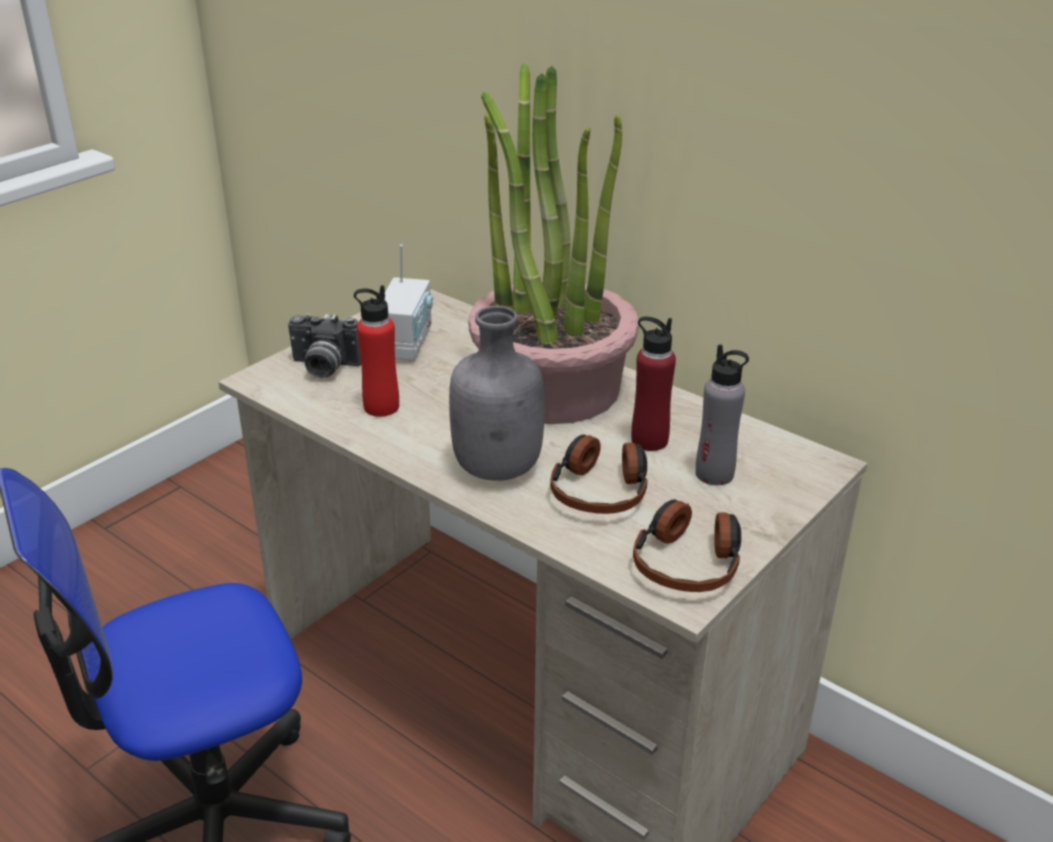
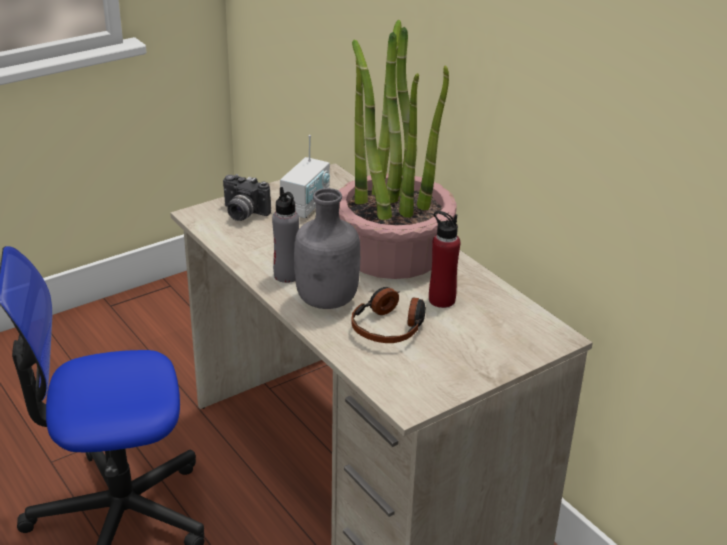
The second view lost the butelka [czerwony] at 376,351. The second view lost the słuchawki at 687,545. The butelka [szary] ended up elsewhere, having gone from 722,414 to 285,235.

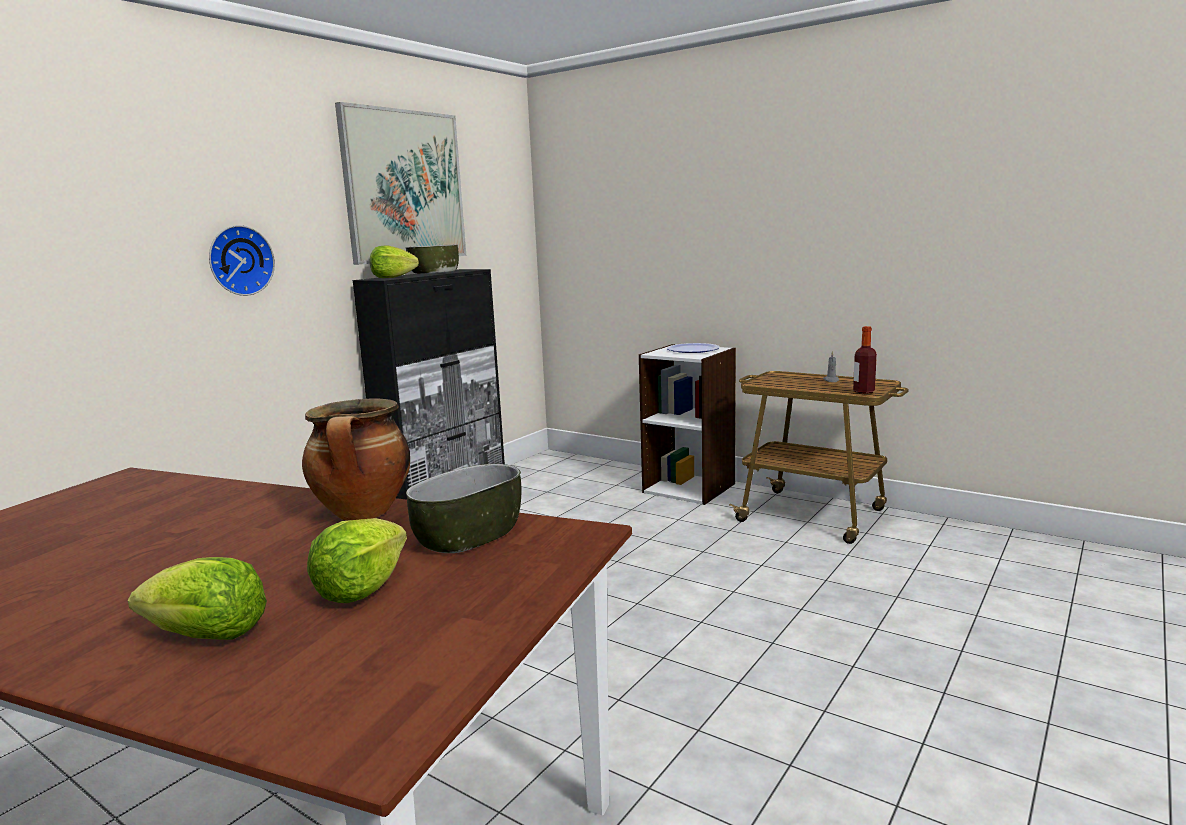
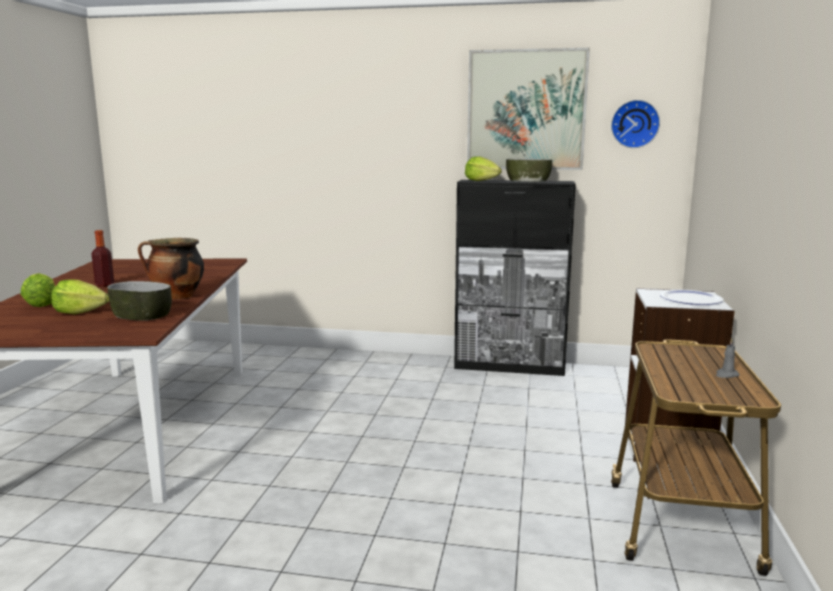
The zegar ścienny ended up elsewhere, having gone from 242,260 to 635,124. The butelka ended up elsewhere, having gone from 865,360 to 103,258.

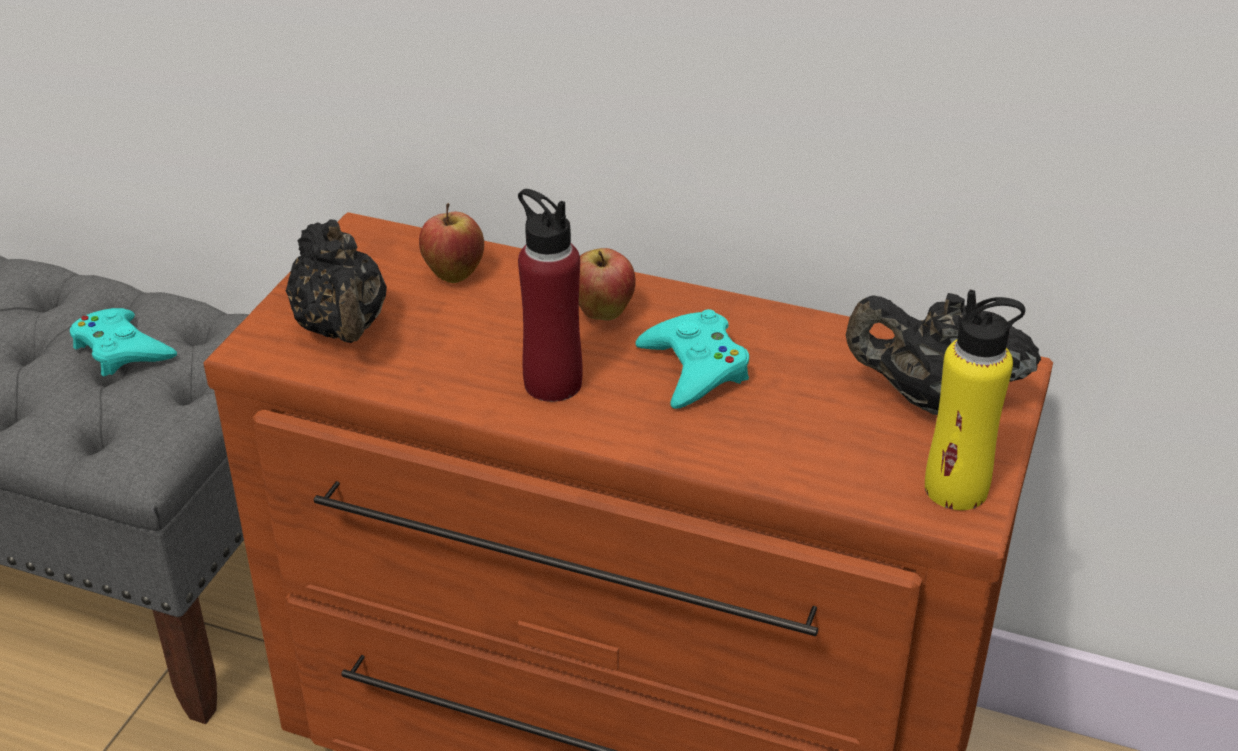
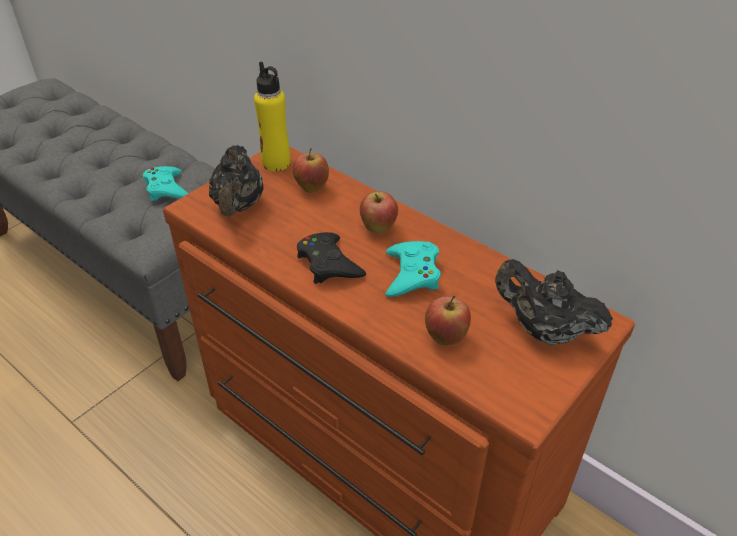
The second view gained the jabłko at 448,320. The butelka [żółty] ended up elsewhere, having gone from 975,400 to 272,116. Where the butelka [czerwony] stood at 550,295, the pad do gier [czarny] came to stand at 331,258.

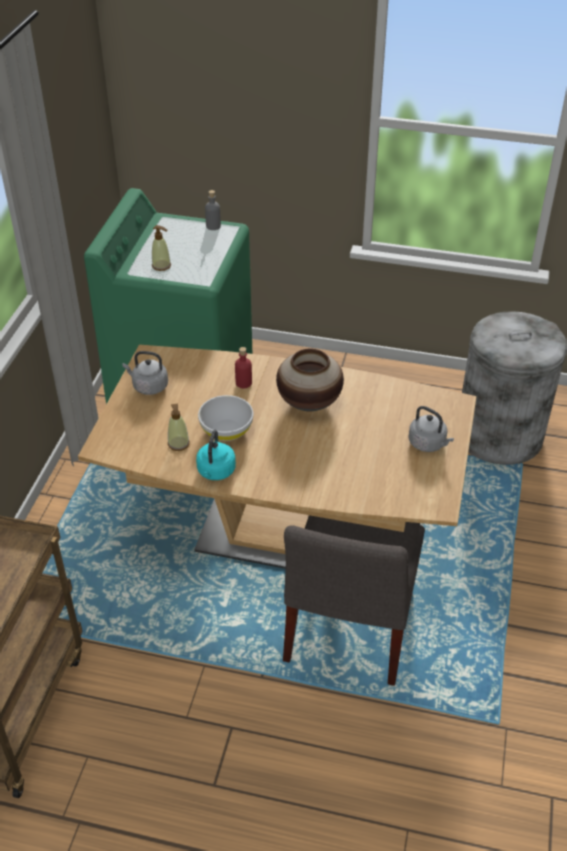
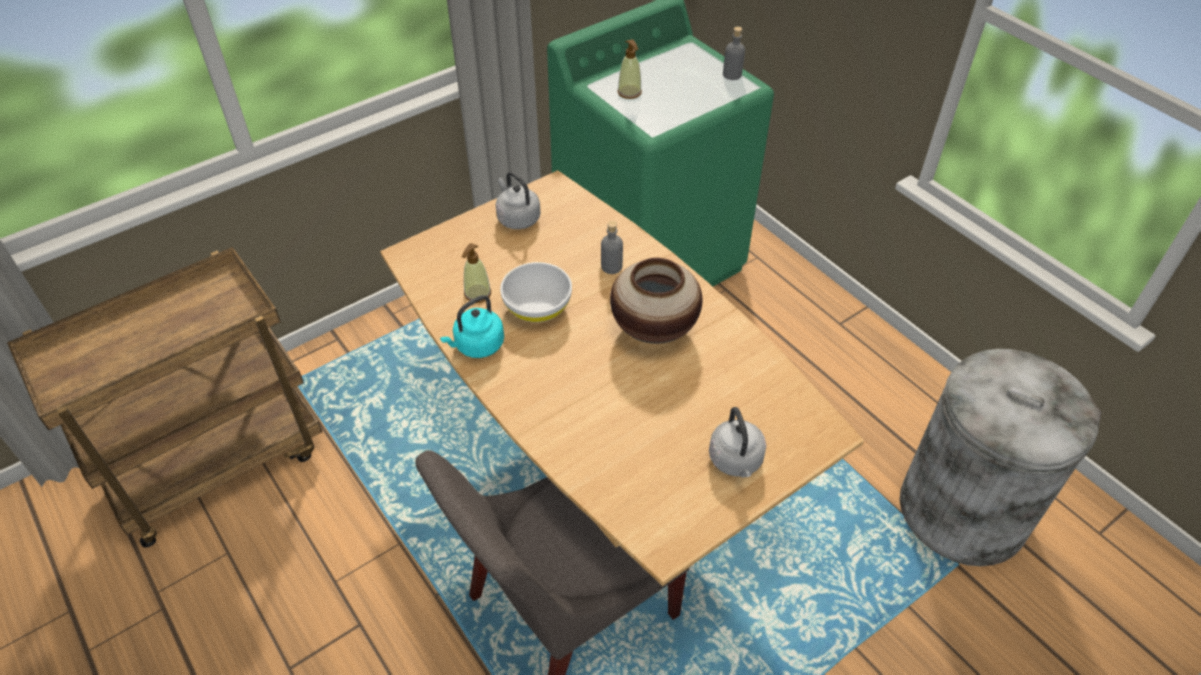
What was the butelka [czerwony] at 243,367 turned into the butelka [szary] at 612,247.

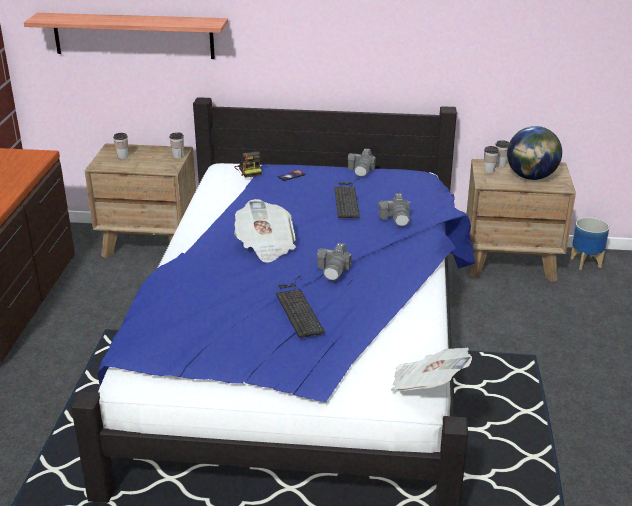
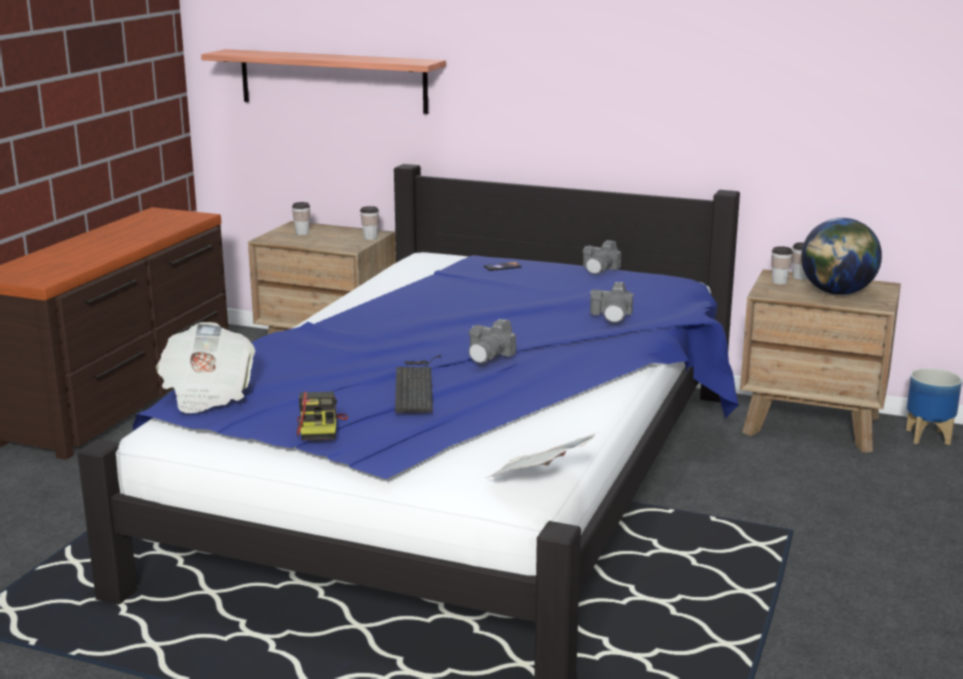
The second view lost the klawiatura at 347,198. The gazeta ended up elsewhere, having gone from 265,231 to 205,367. The aparat fotograficzny ended up elsewhere, having gone from 248,164 to 322,416.

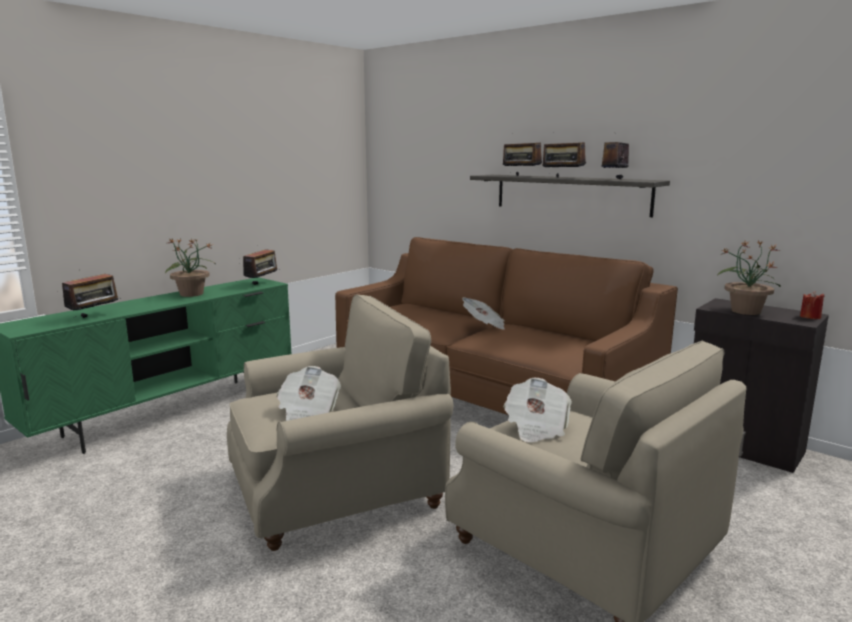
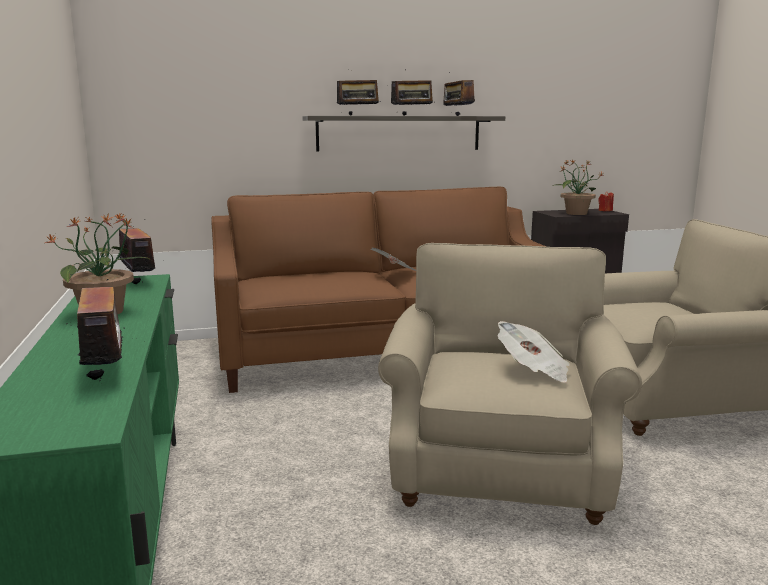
The second view lost the gazeta at 538,410.

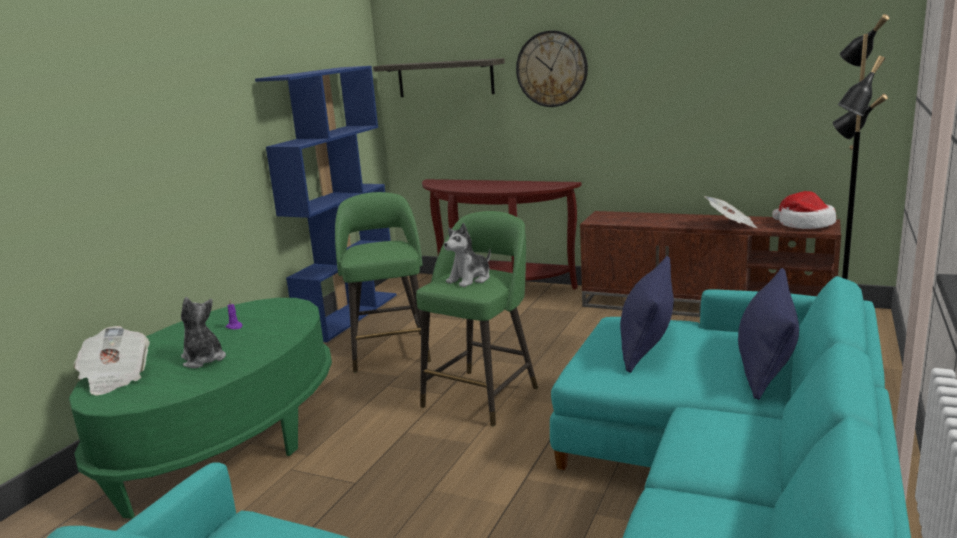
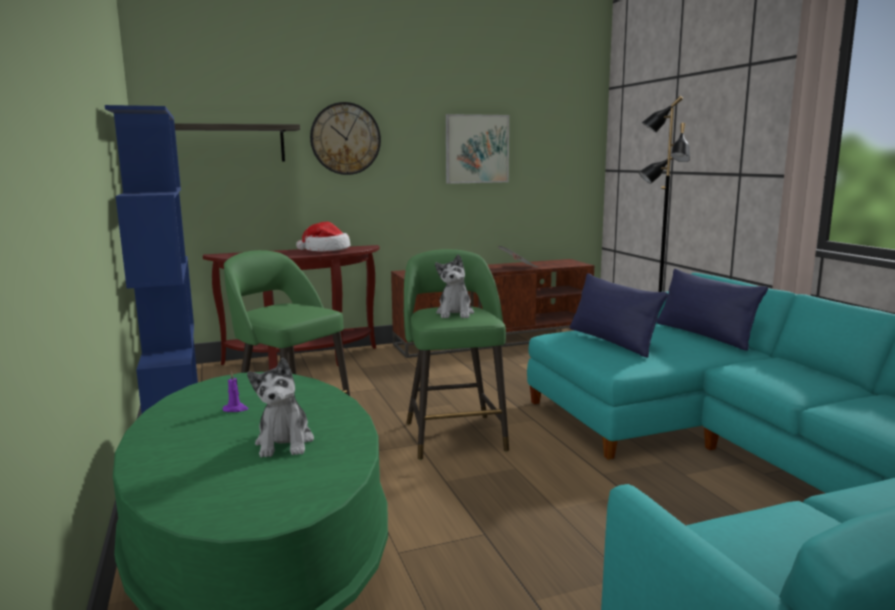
The second view lost the gazeta at 111,361. The second view gained the obraz at 477,149. The kapelusz ended up elsewhere, having gone from 804,210 to 323,236. The pluszak at 203,332 ended up facing another way, 105 degrees counterclockwise from before.

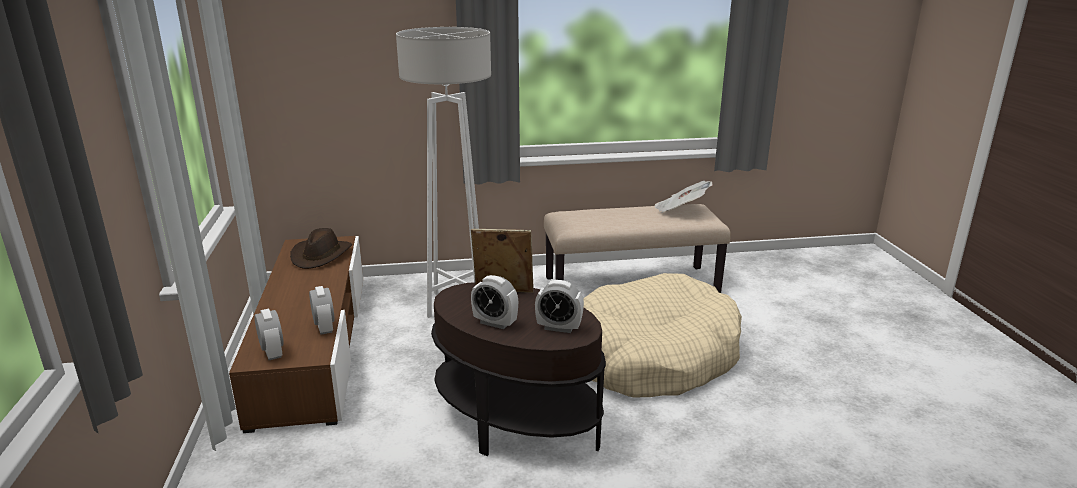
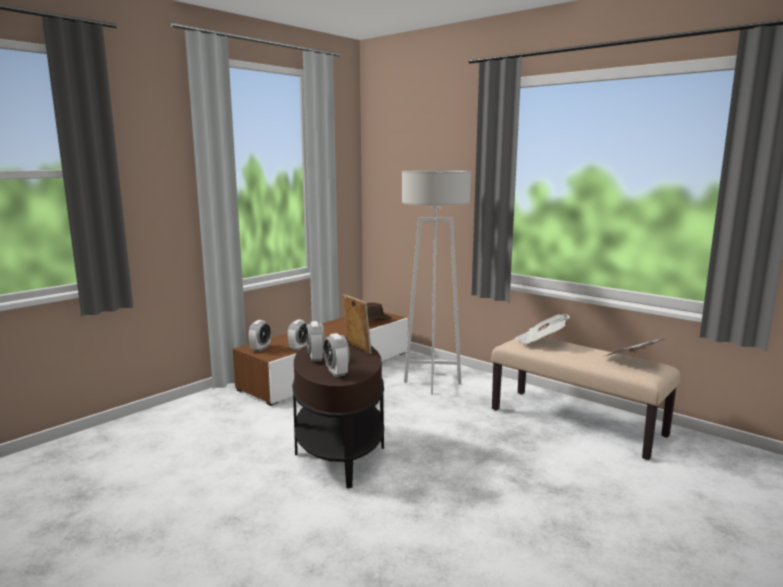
The second view lost the legowisko [beżowy] at 662,335. The second view gained the gazeta at 542,329.

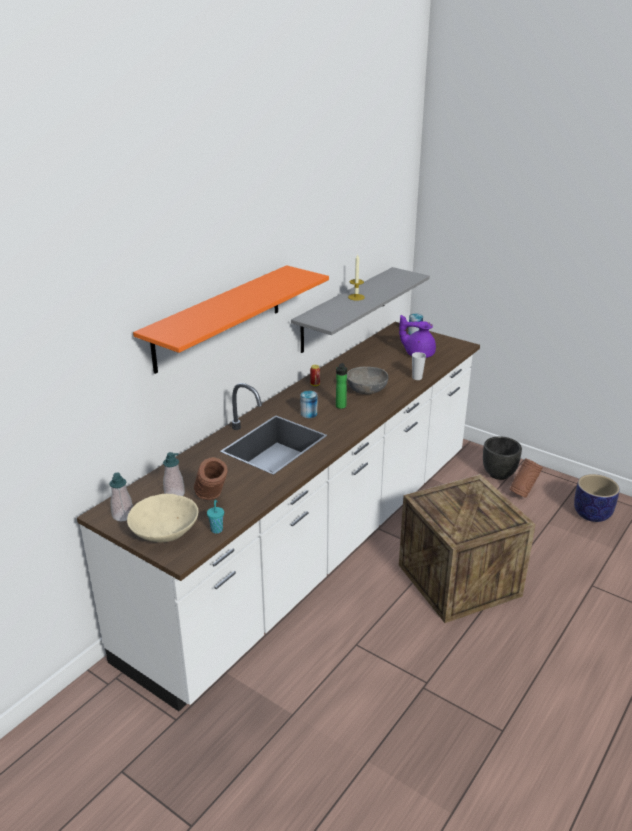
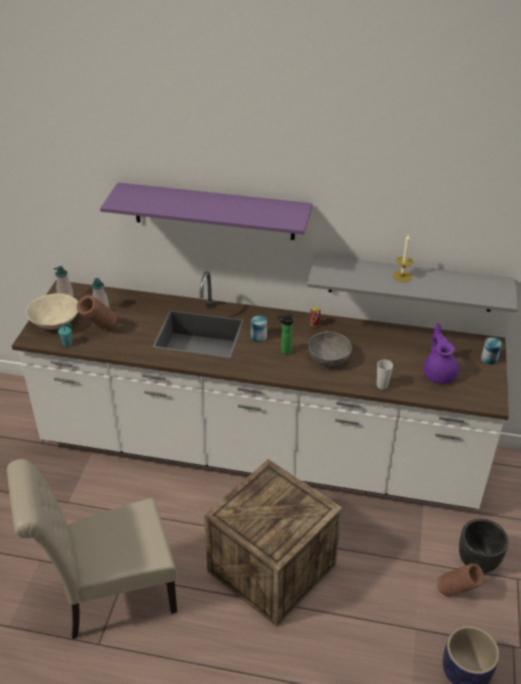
The second view gained the krzesło [beżowy] at 92,549. What was the półka [pomarańczowy] at 231,319 turned into the półka [fioletowy] at 206,211.

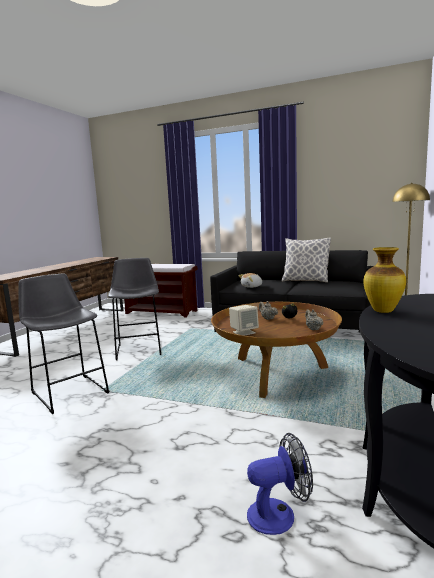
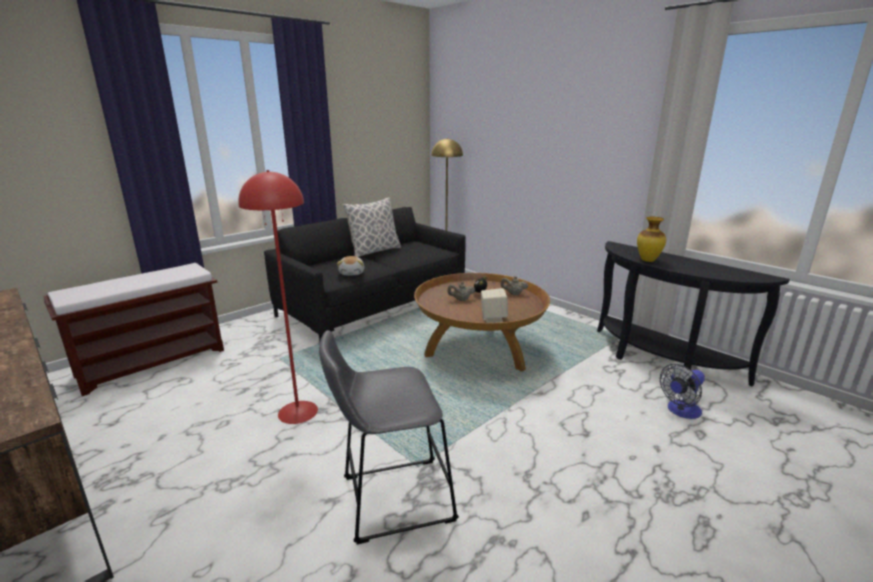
Where the stołek [szary] stood at 134,309, the lampa stojąca [czerwony] came to stand at 278,297. The wentylator at 280,484 ended up facing another way, 135 degrees counterclockwise from before.

